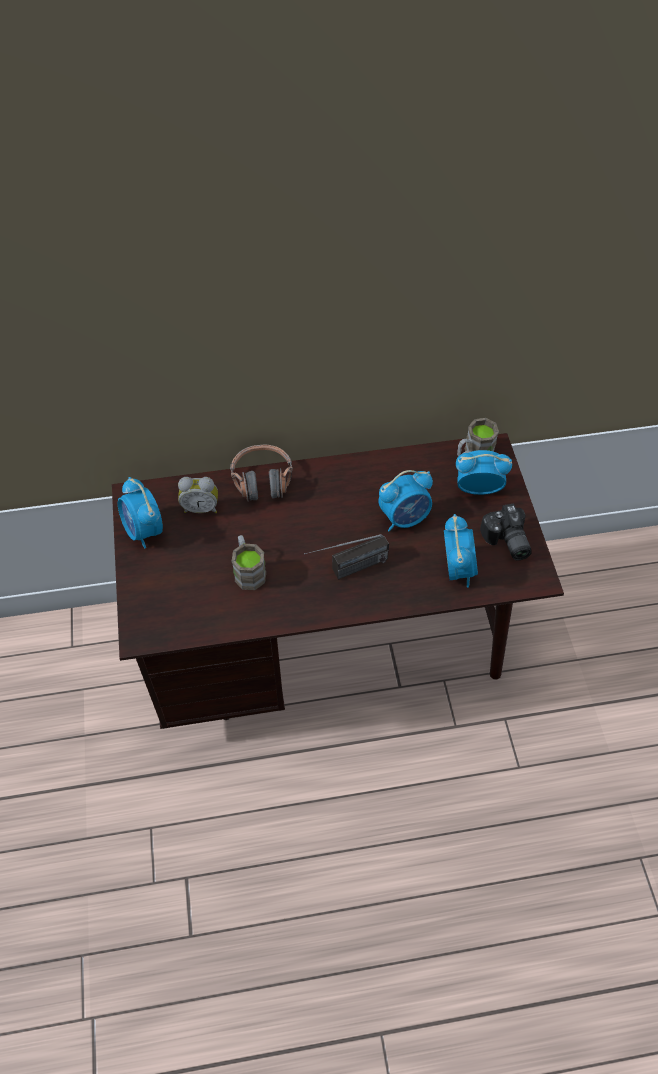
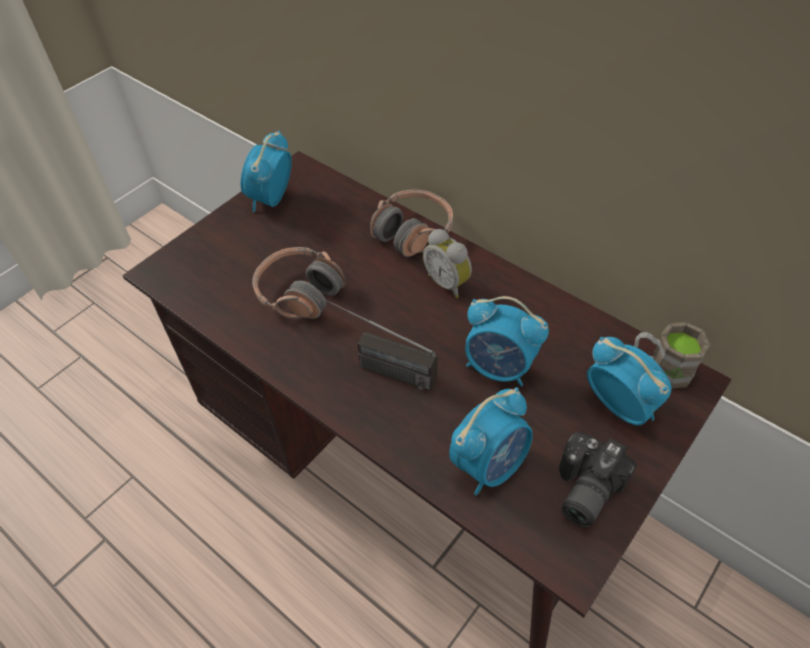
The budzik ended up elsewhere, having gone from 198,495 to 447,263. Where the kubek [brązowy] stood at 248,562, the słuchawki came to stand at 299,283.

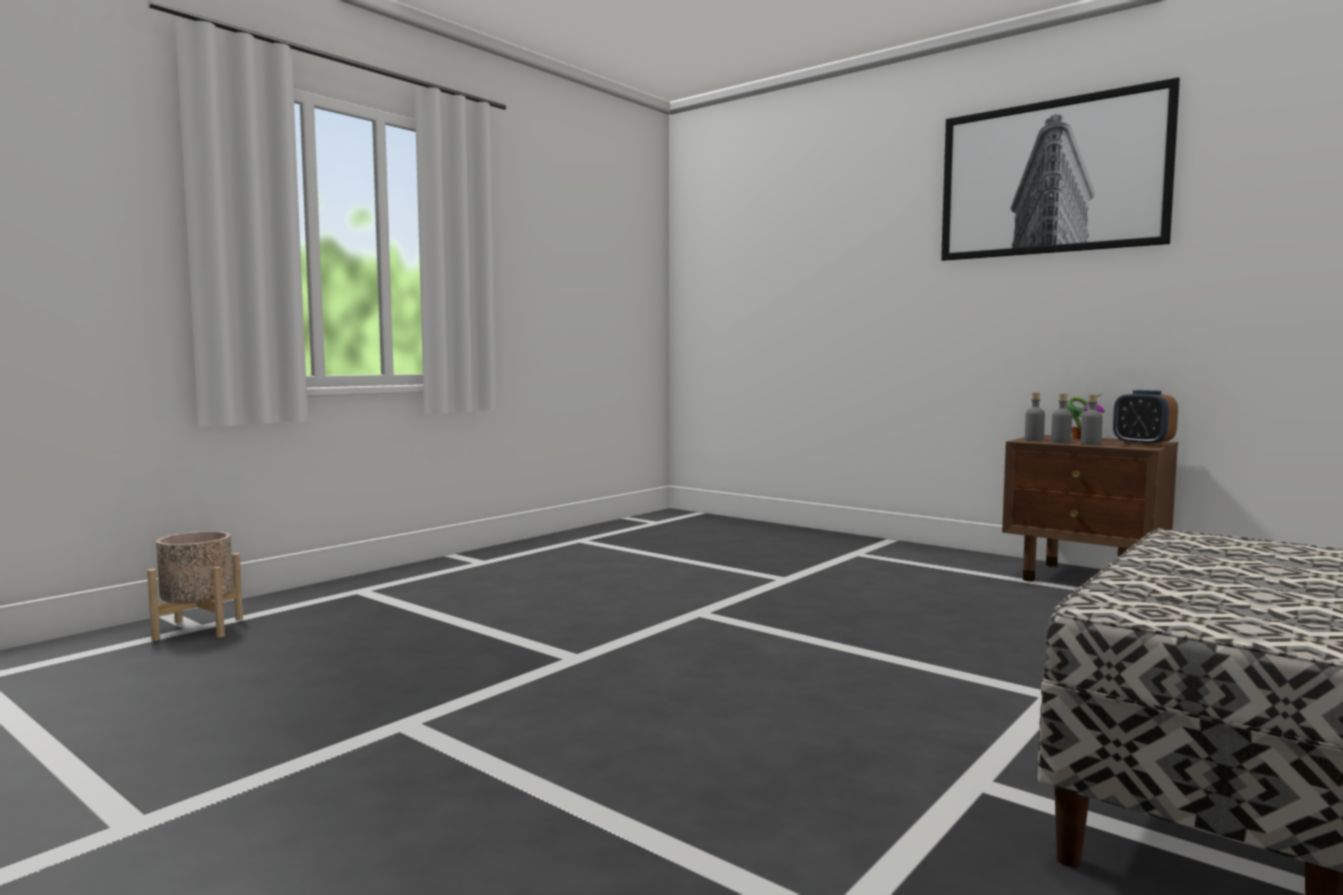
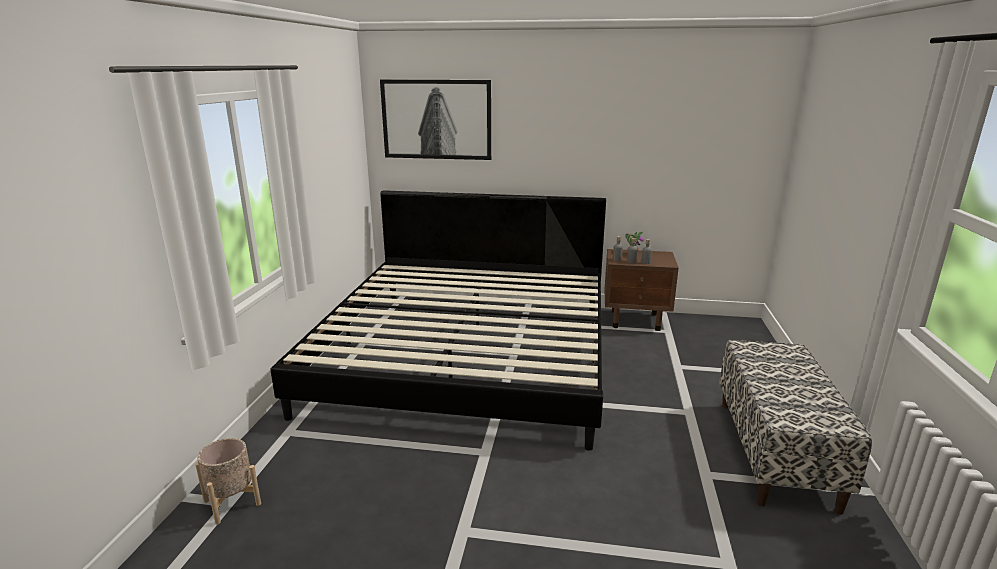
The second view lost the budzik at 1145,418. The second view gained the łóżko at 438,320. The obraz ended up elsewhere, having gone from 1060,169 to 435,120.

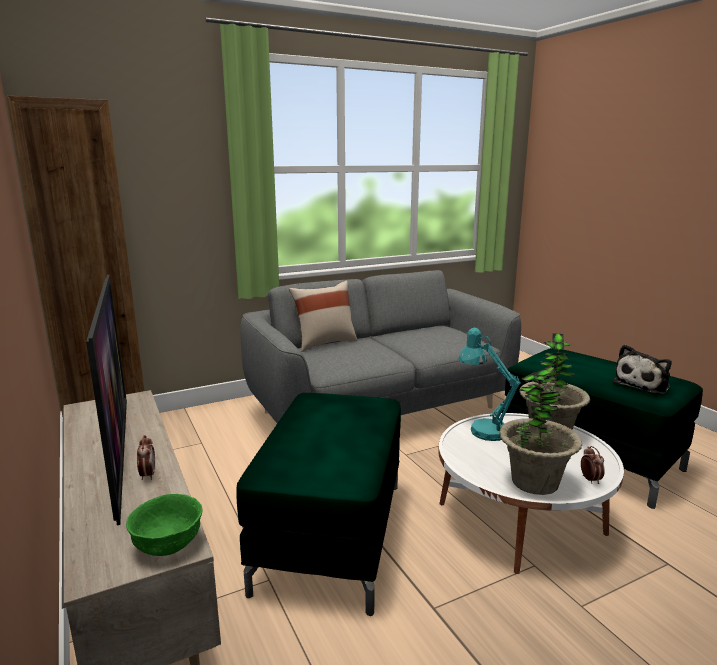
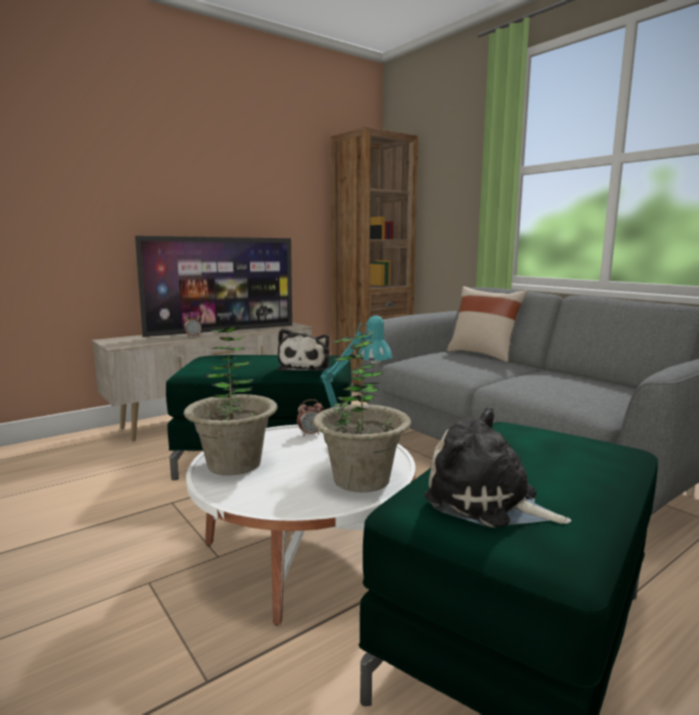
The second view lost the miska [zielony] at 164,525. The second view gained the pluszak at 304,350. The budzik ended up elsewhere, having gone from 593,465 to 310,417.

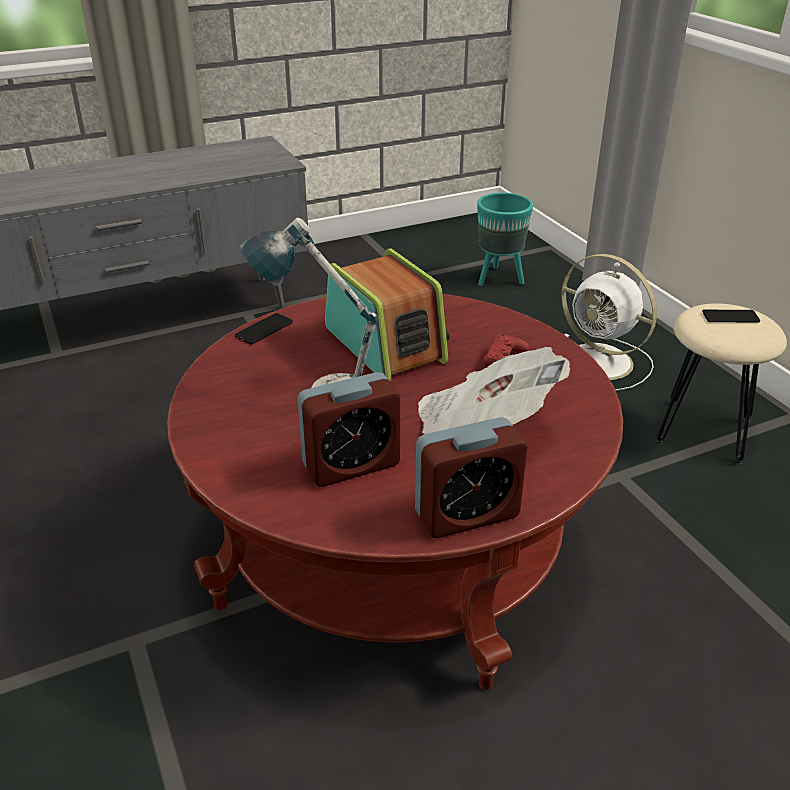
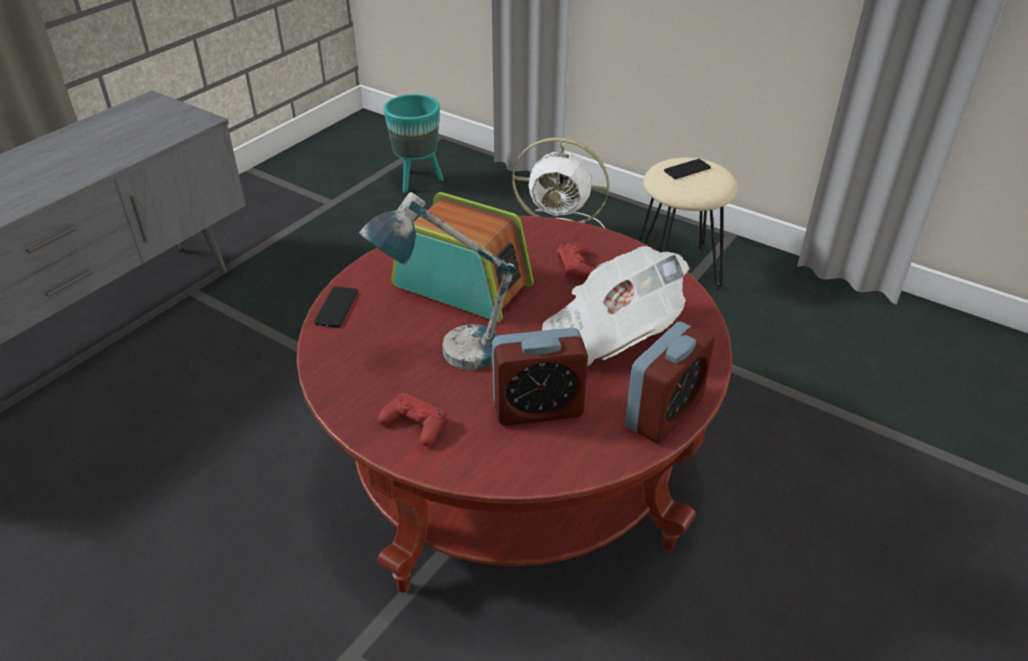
The second view gained the pad do gier [czerwony] at 412,419. The budzik at 348,429 ended up facing another way, 45 degrees clockwise from before.

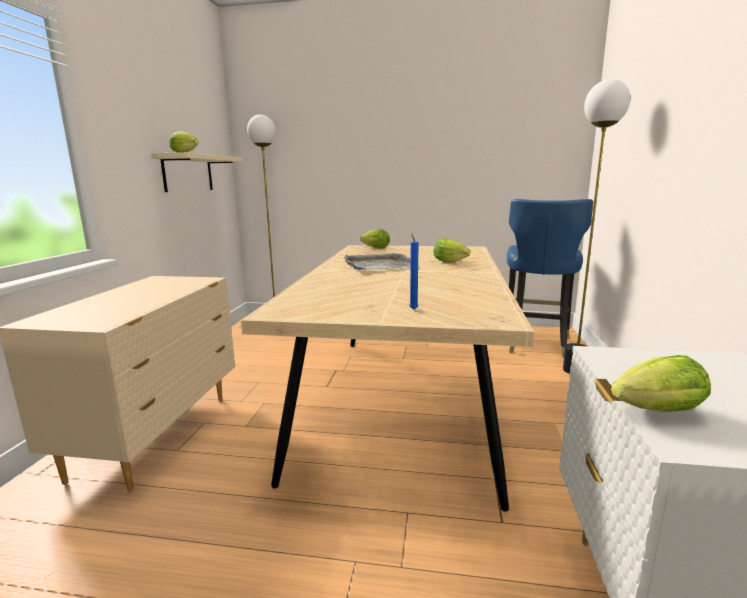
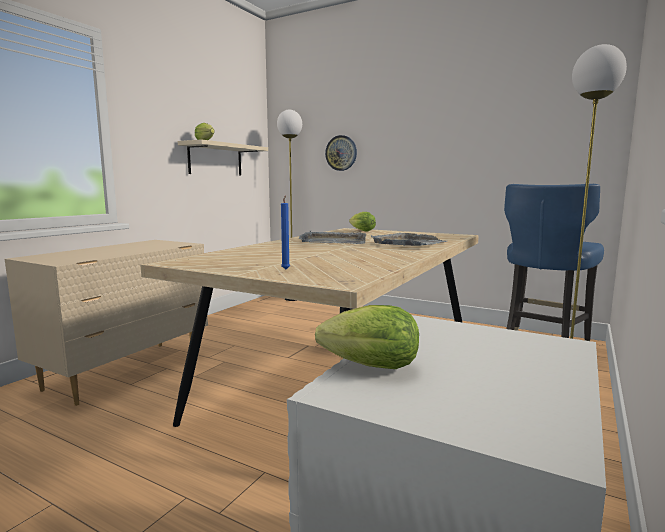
The second view gained the zegar ścienny at 341,153. Where the sałata stood at 452,250, the taca [szary] came to stand at 409,239.

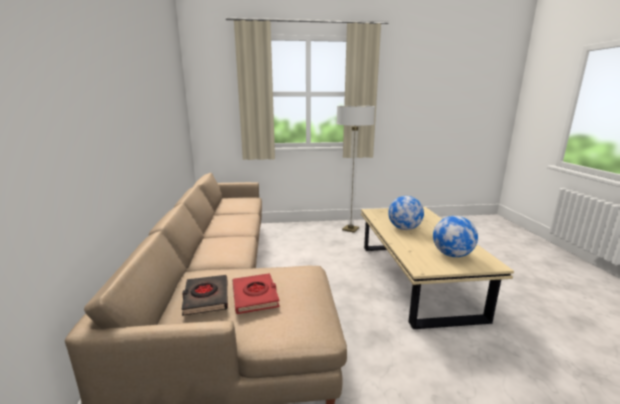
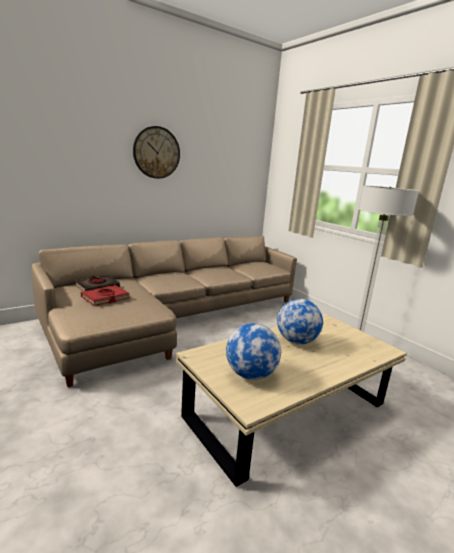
The second view gained the zegar ścienny at 156,152.

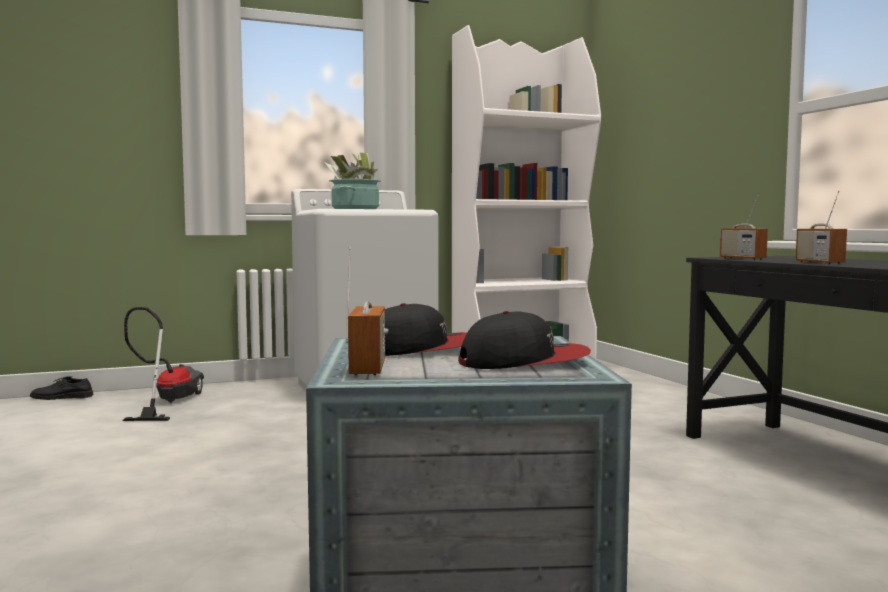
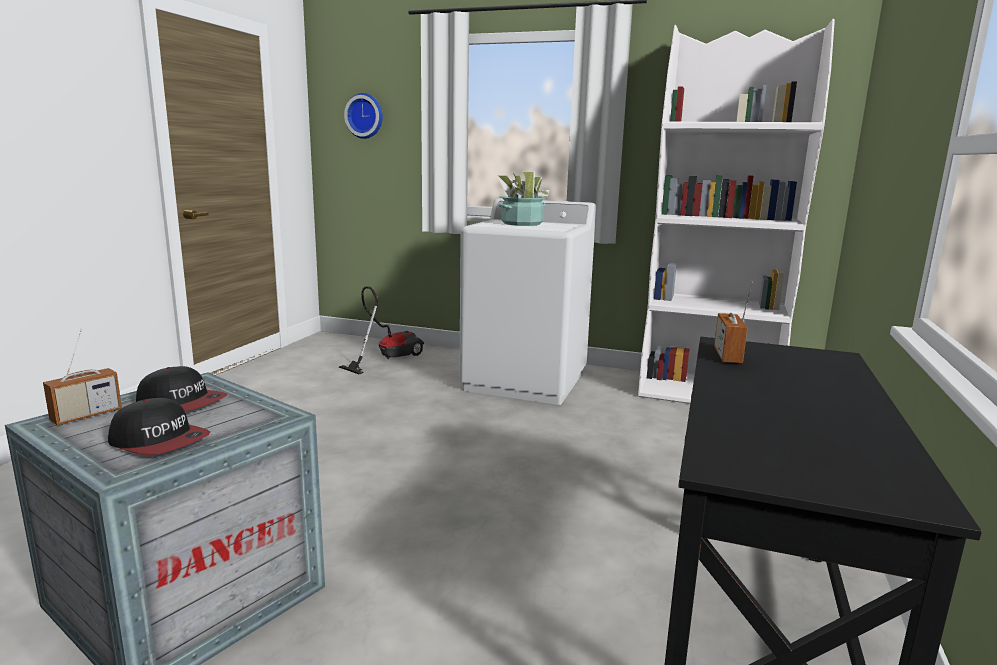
The second view lost the but [czarny] at 61,388. The second view lost the radio at 821,227. The second view gained the zegar ścienny at 363,116.

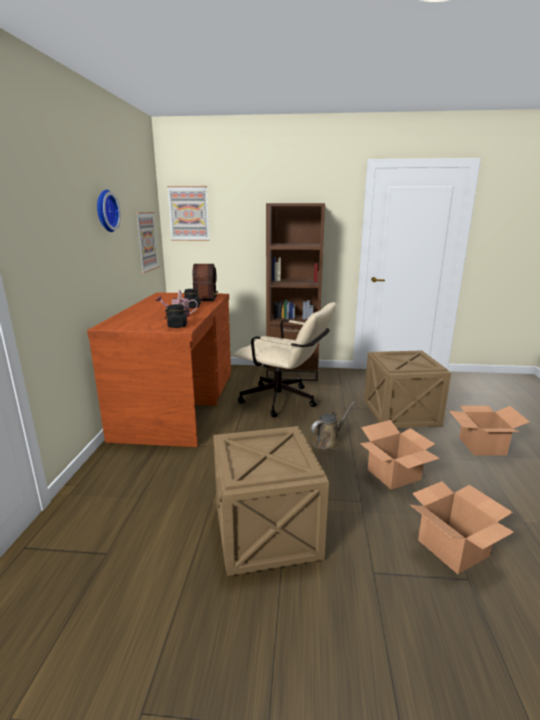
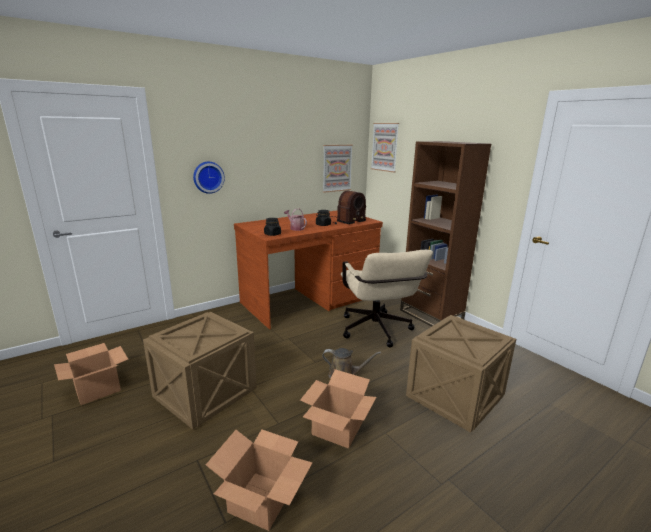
The zegar ścienny ended up elsewhere, having gone from 109,211 to 209,178. The karton ended up elsewhere, having gone from 489,431 to 91,374.

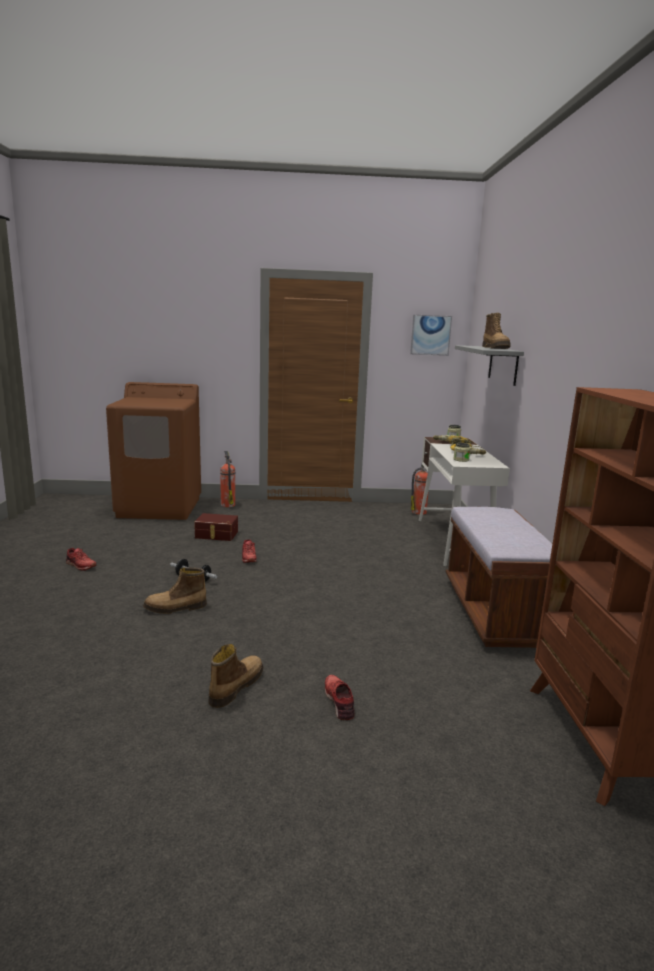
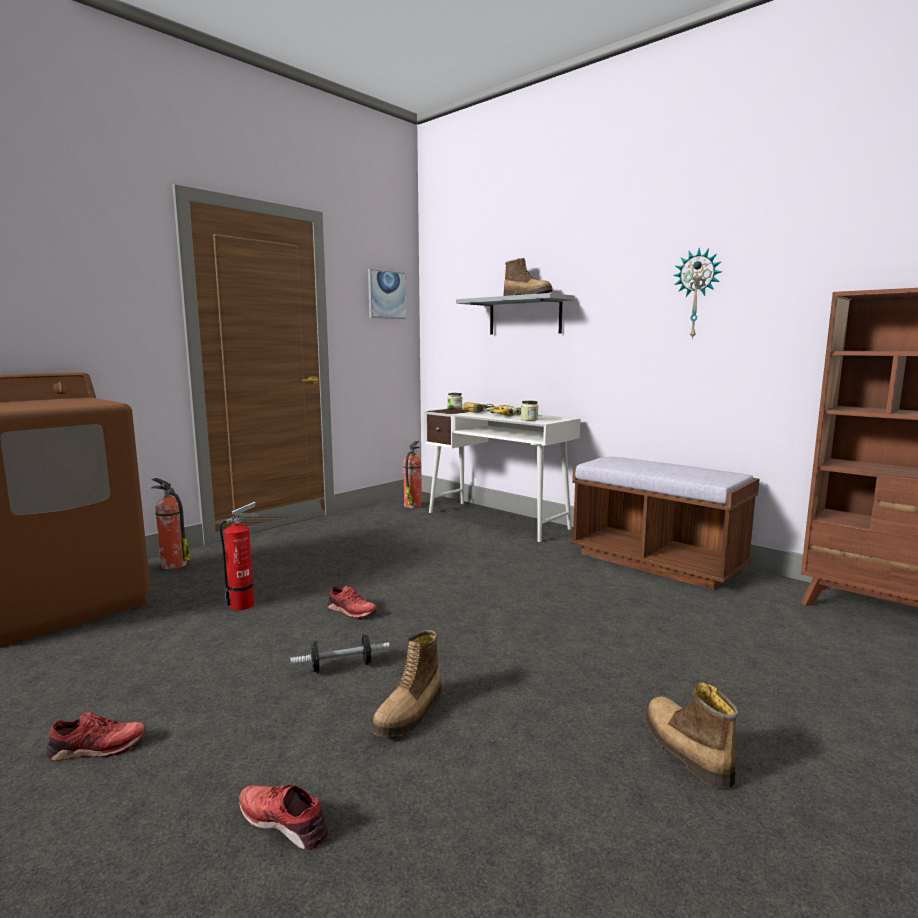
The second view gained the zegar ścienny at 697,294. The but [czerwony] ended up elsewhere, having gone from 340,697 to 283,817. Where the pojemnik do przechowywania [brązowy] stood at 216,527, the gaśnica came to stand at 239,556.

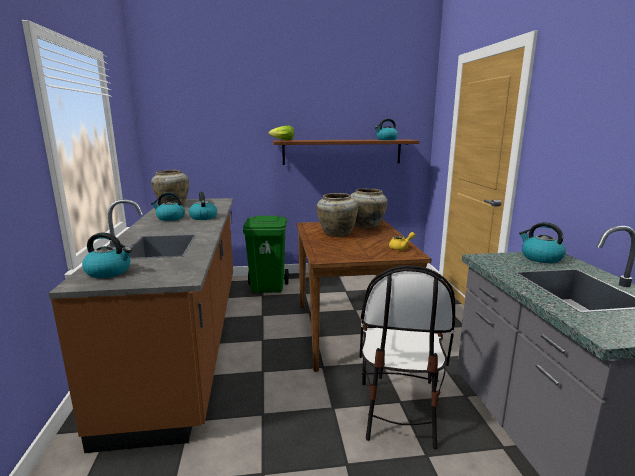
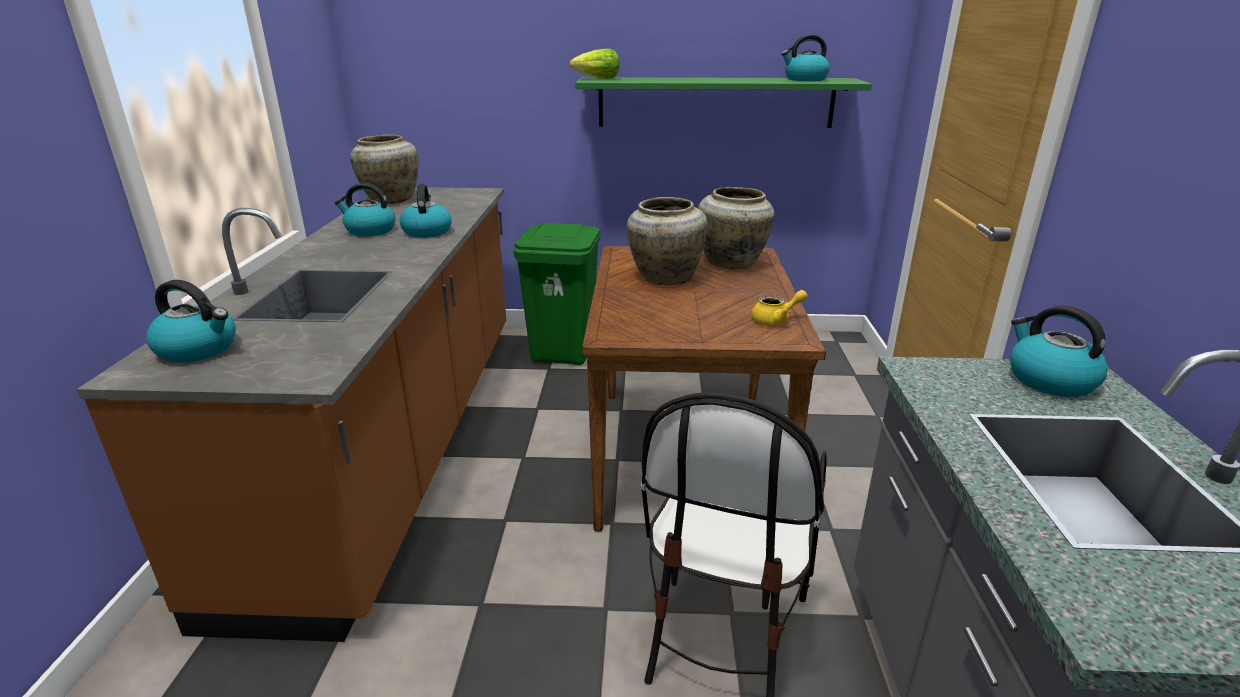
What was the półka [brązowy] at 346,152 turned into the półka [zielony] at 723,102.

